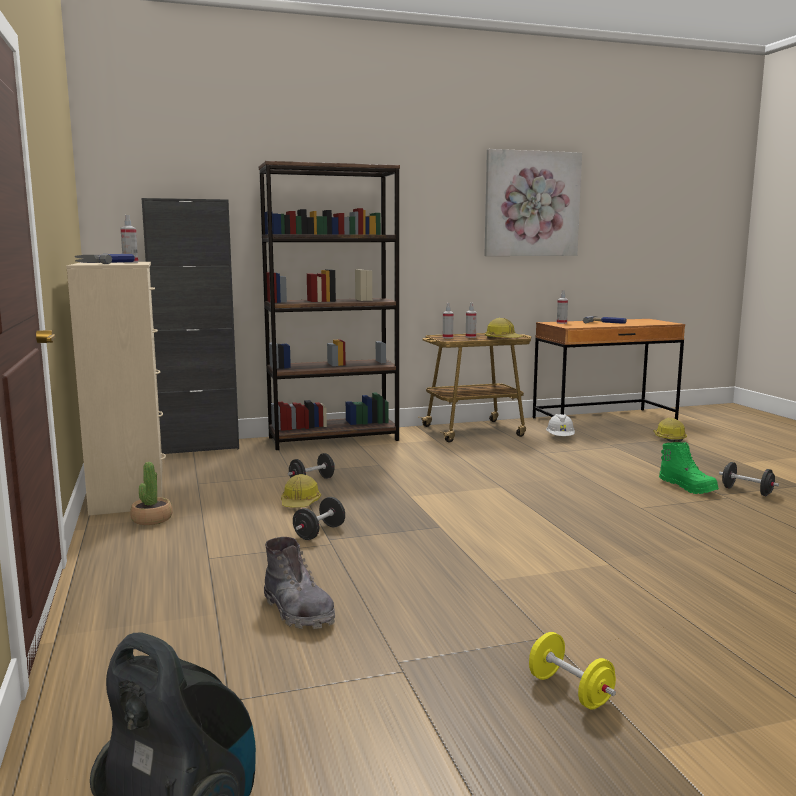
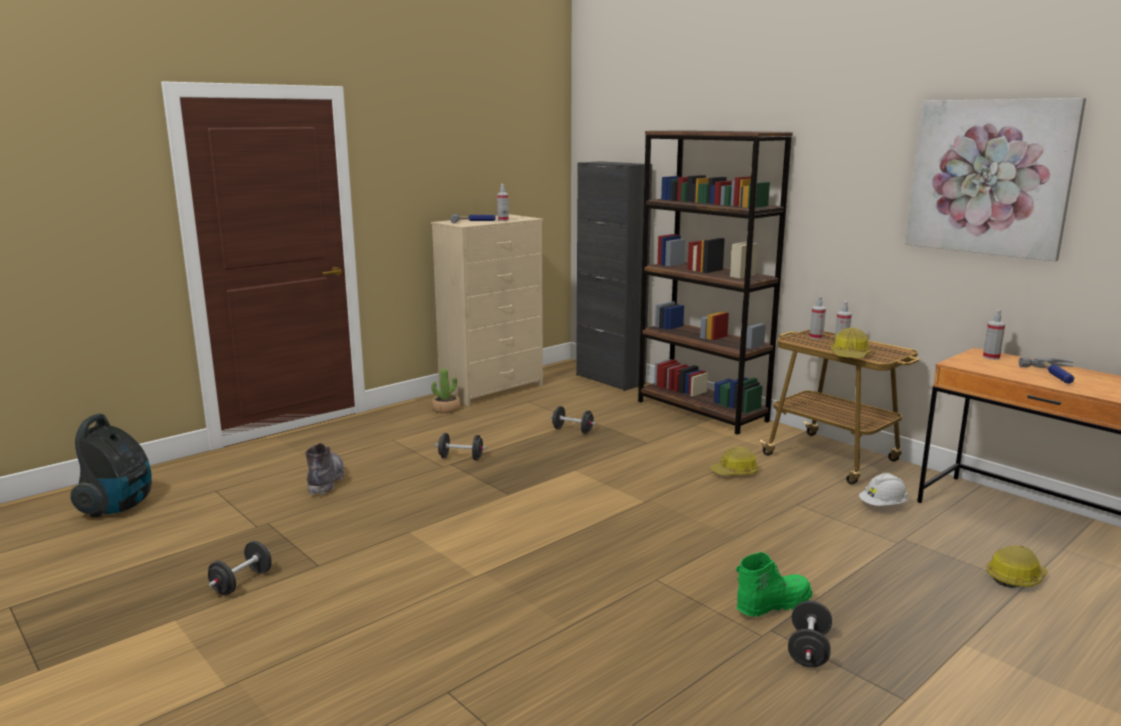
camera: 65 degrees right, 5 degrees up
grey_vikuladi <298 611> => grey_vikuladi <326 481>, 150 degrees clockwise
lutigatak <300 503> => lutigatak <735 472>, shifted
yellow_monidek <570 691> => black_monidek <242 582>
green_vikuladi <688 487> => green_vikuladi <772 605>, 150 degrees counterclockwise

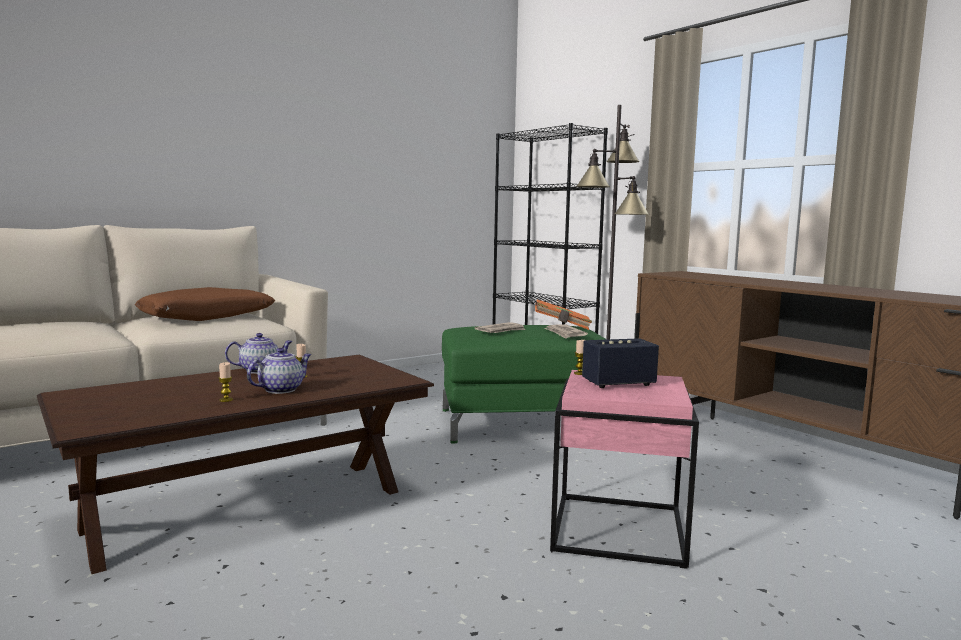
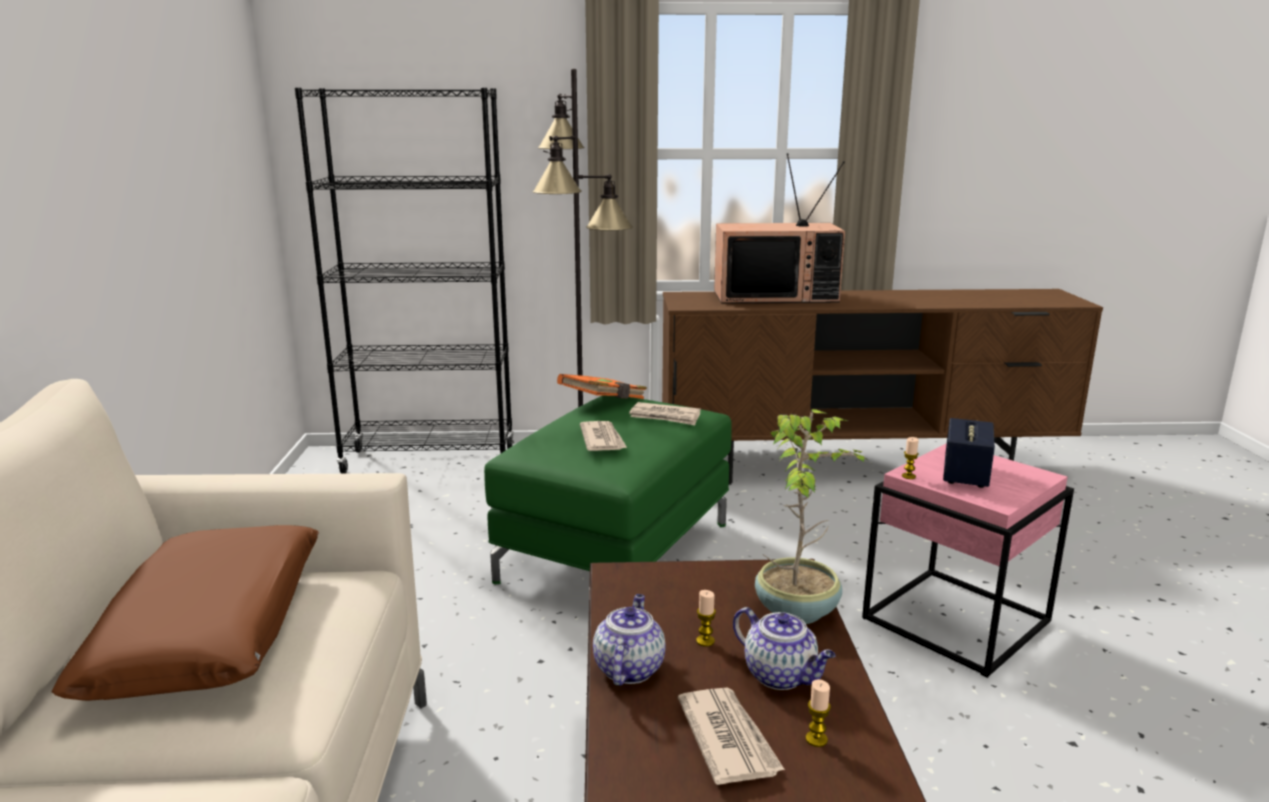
camera: 55 degrees left, 10 degrees up
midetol <281 389> => midetol <781 676>, 150 degrees clockwise
nothing => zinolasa <728 738>
nothing => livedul <776 296>
nothing => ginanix <798 610>

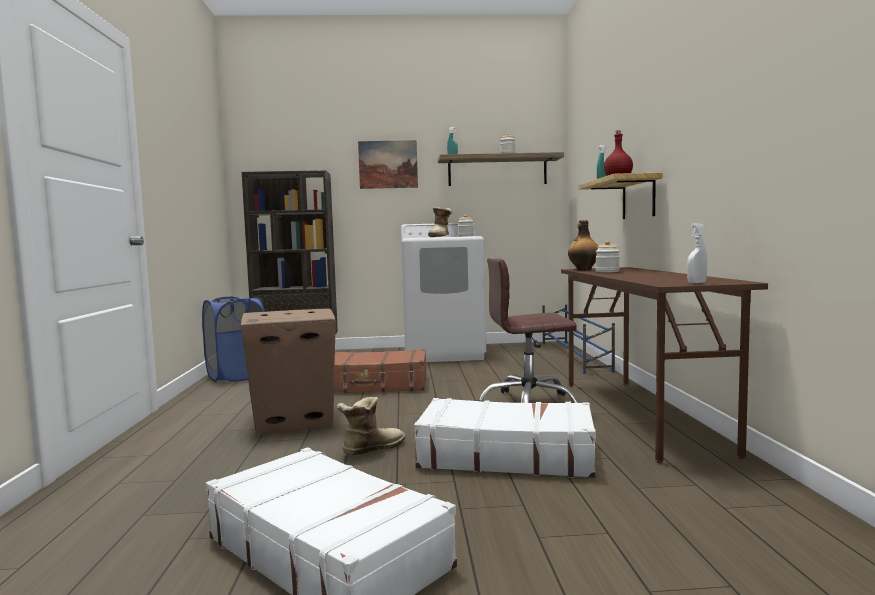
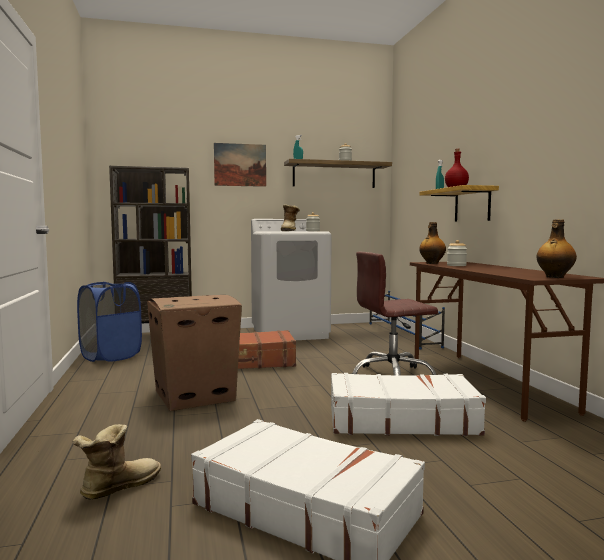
camera: 10 degrees left, 0 degrees up
vikuladi <370 449> => vikuladi <117 487>, shifted
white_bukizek <696 283> => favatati <554 277>

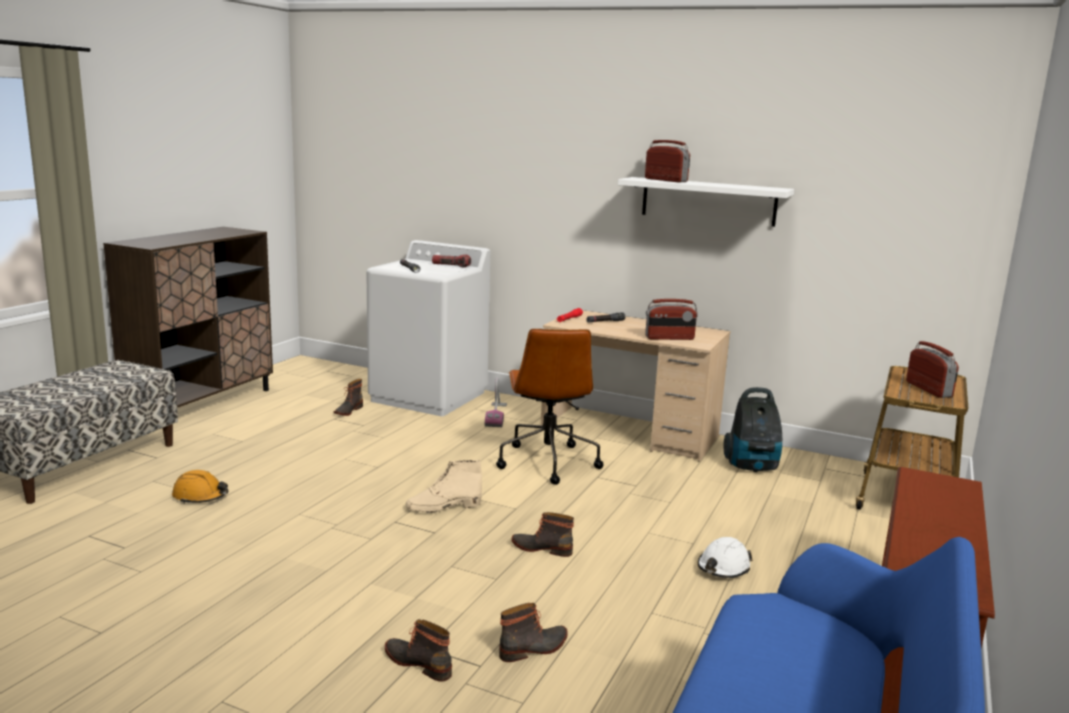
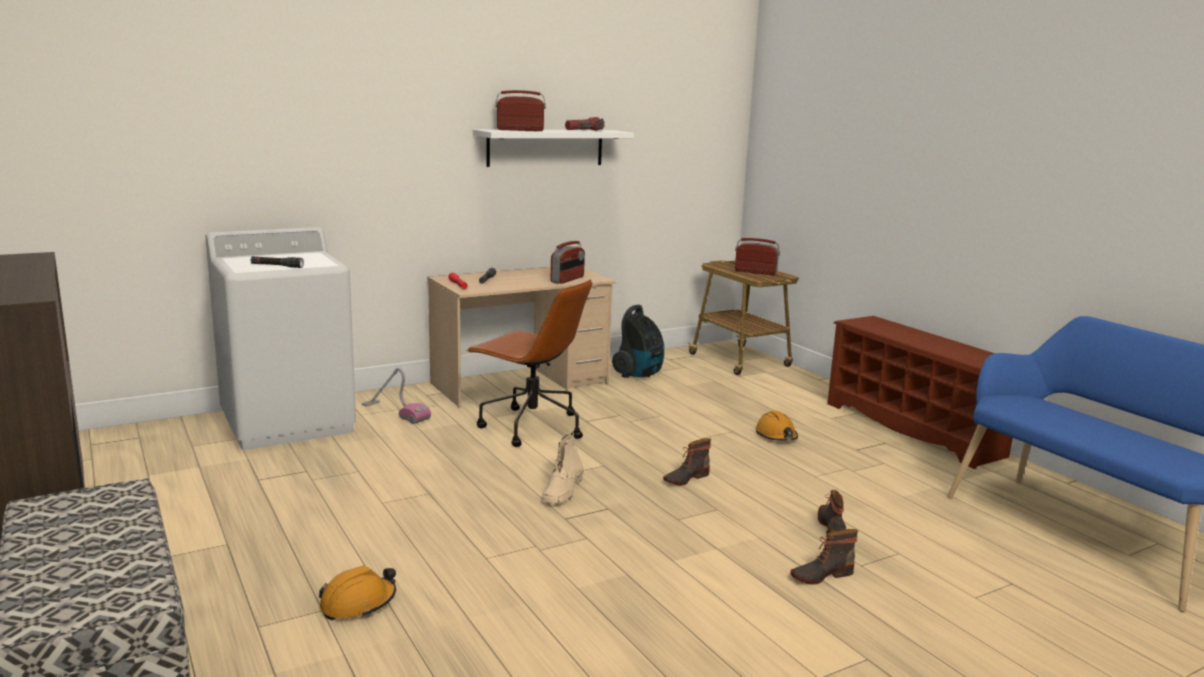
camera: 55 degrees left, 0 degrees up
vikuladi <348 411> => nothing
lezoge <451 266> => lezoge <584 130>, shifted
white_lutigatak <723 568> => orange_lutigatak <776 436>

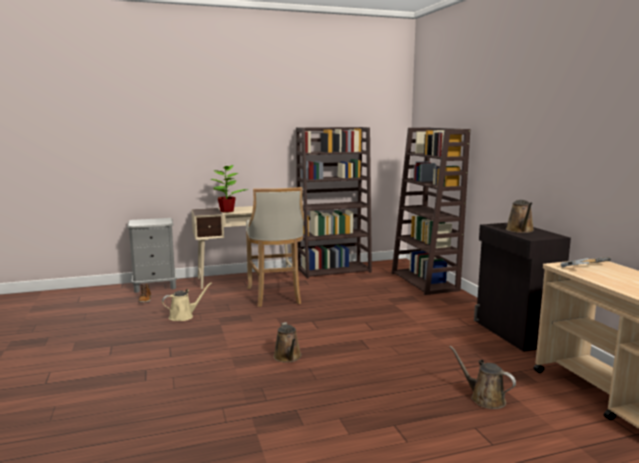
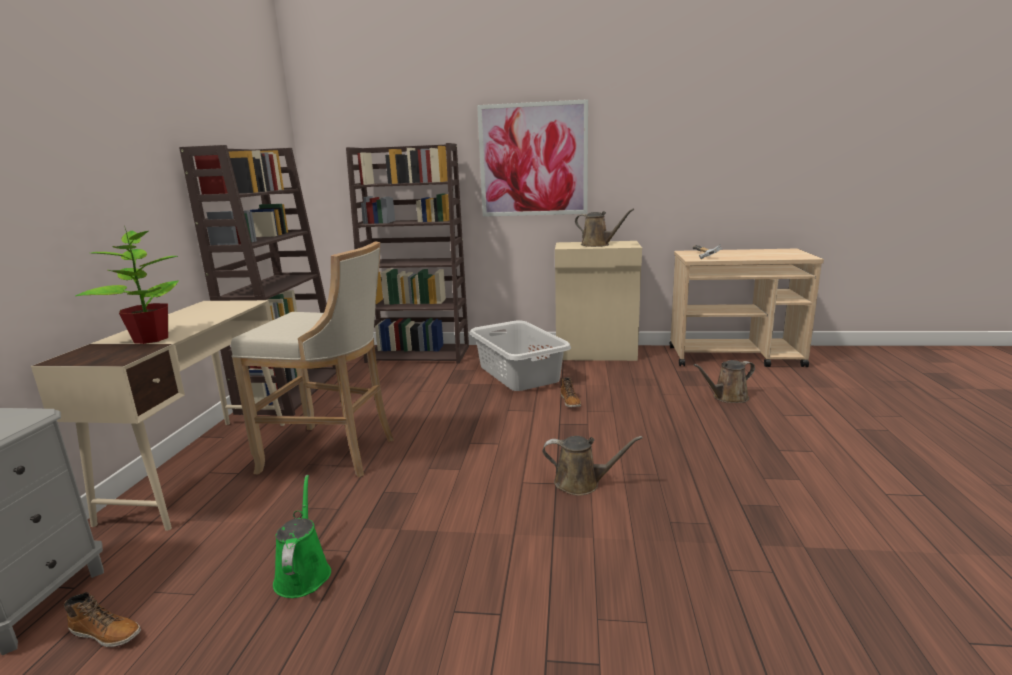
camera: 65 degrees left, 5 degrees up
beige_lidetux <183 316> => green_lidetux <303 573>
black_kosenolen <514 333> => beige_kosenolen <596 353>
nothing => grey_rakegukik <519 373>
nothing => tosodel <533 160>
nothing => vikuladi <570 402>

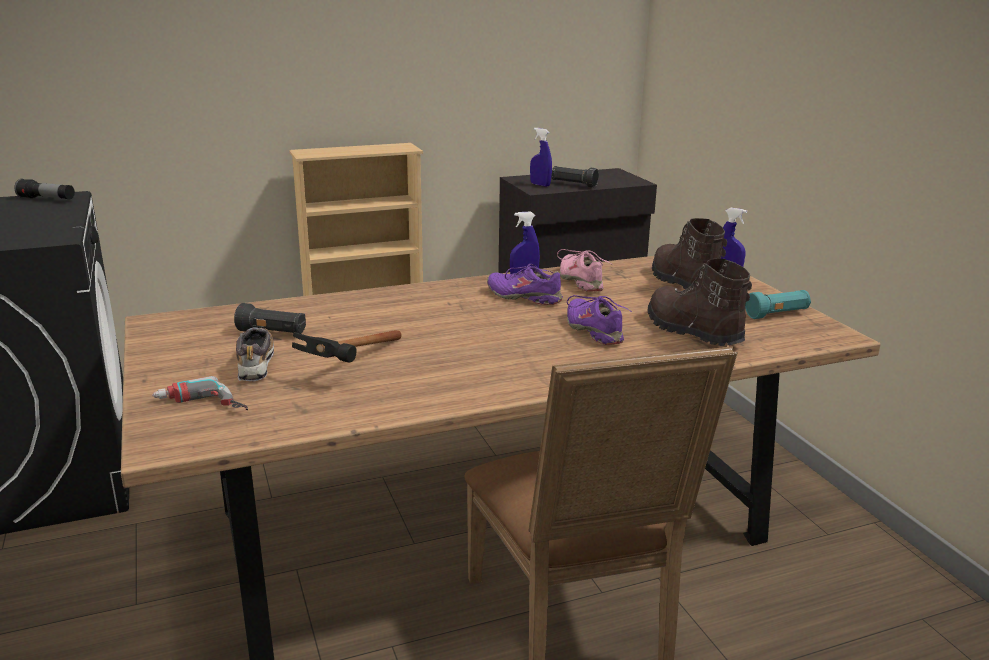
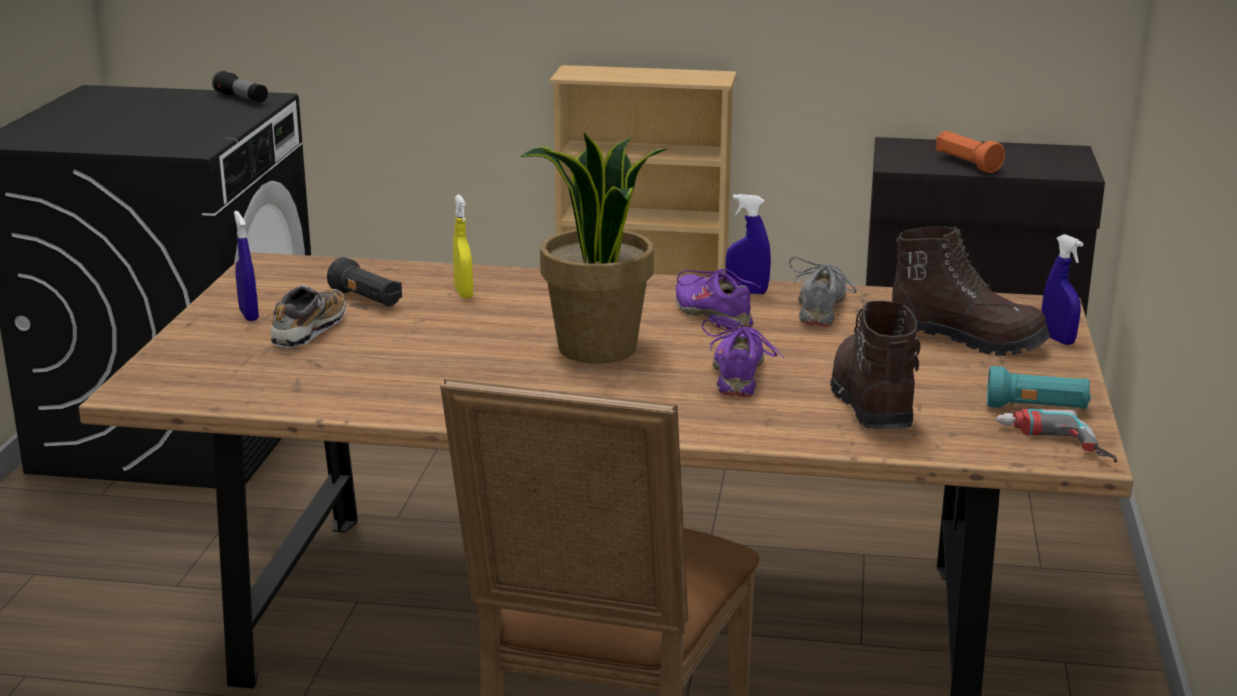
camera: 30 degrees right, 0 degrees up
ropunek <200 407> => ropunek <1053 446>, shifted
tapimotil <351 368> => nothing
blue_bukizek <540 185> => blue_bukizek <249 315>, shifted
black_lezoge <573 184> => orange_lezoge <967 164>
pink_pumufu <581 281> => grey_pumufu <823 308>
brown_vikuladi <683 283> => brown_vikuladi <967 338>, 105 degrees clockwise
nothing => yellow_bukizek <463 293>
nothing => ginanix <597 349>

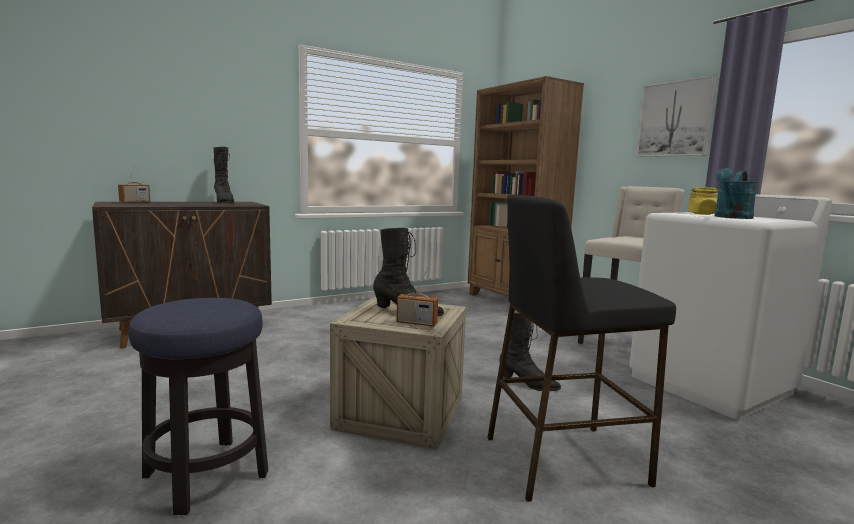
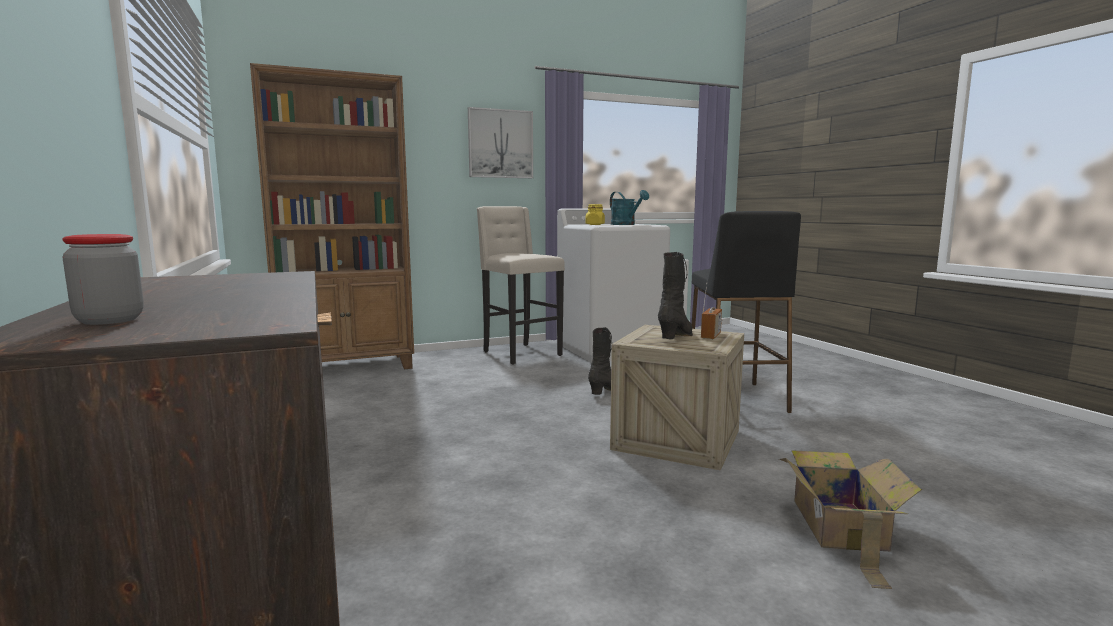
camera: 80 degrees left, 0 degrees up
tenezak <135 202> => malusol <109 320>
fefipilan <206 475> => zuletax <839 527>
black_vikuladi <224 202> => nothing

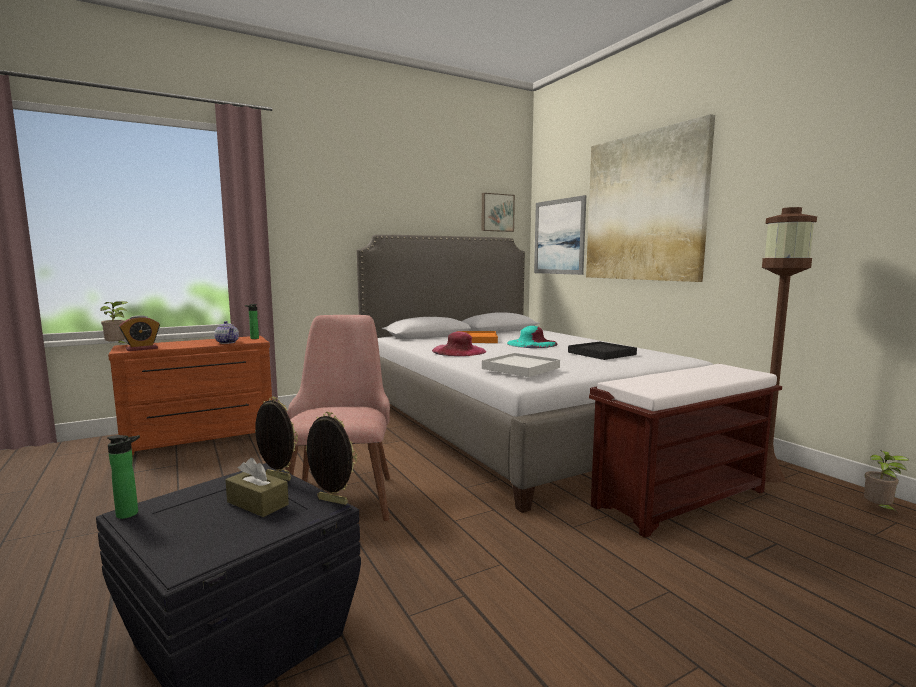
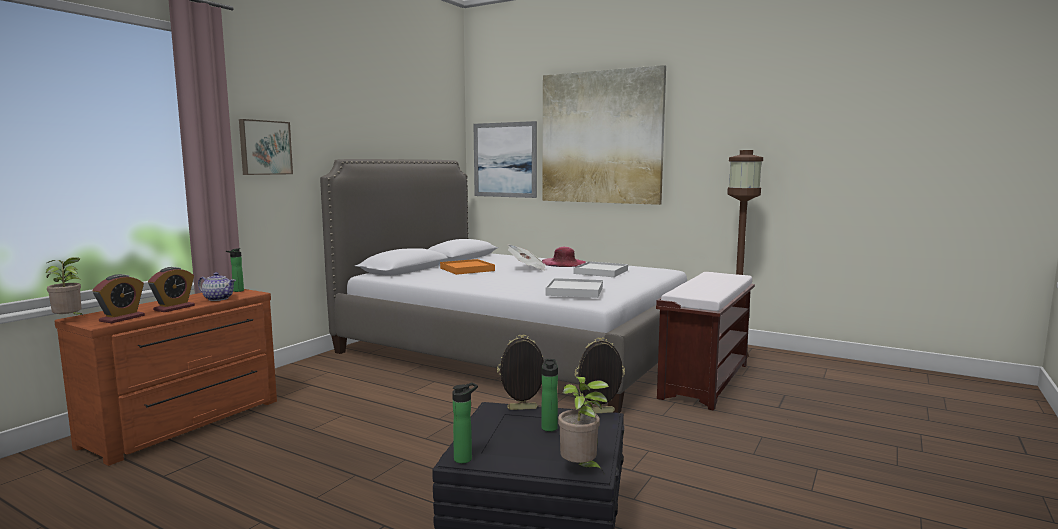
camera: 30 degrees left, 0 degrees up
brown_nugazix <257 503> => favatati <549 427>
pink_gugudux <342 491> => nothing
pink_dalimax <459 351> => pink_dalimax <563 263>, shifted
tosodel <496 212> => tosodel <264 147>, shifted
turquoise_dalimax <532 343> => zinolasa <527 268>
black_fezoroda <601 353> => white_fezoroda <601 272>
ginanix <879 509> => ginanix <580 470>, shifted
nothing => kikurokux <174 308>

